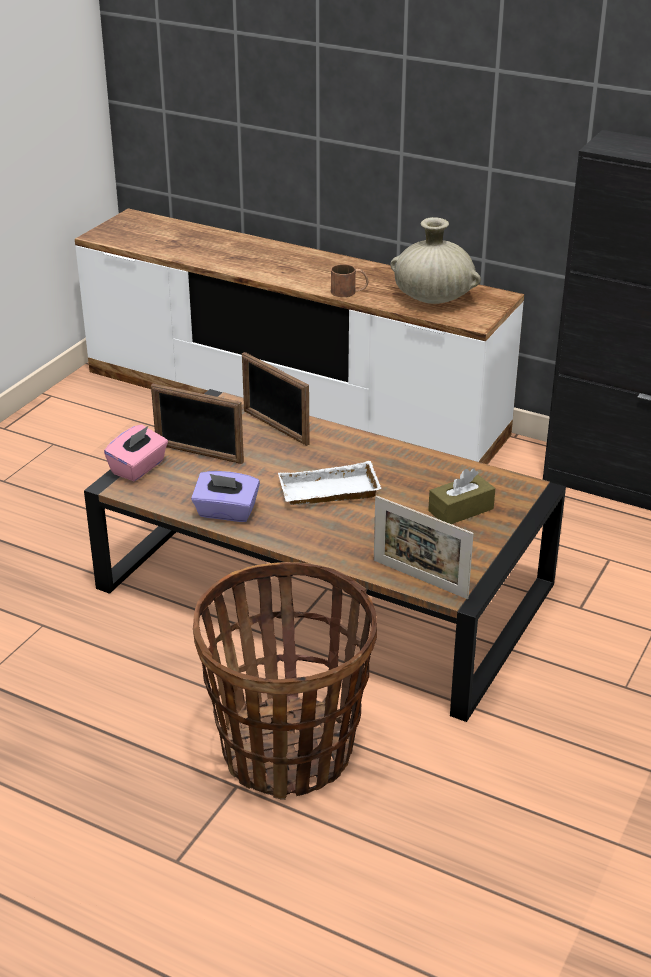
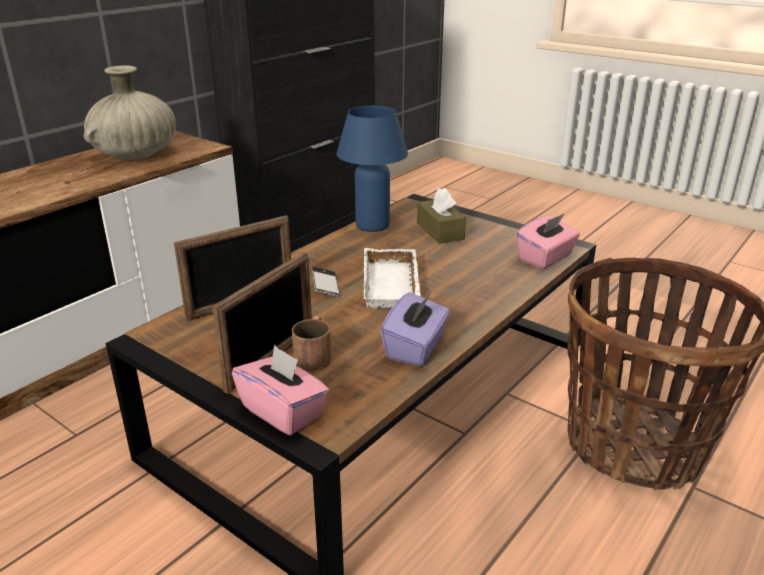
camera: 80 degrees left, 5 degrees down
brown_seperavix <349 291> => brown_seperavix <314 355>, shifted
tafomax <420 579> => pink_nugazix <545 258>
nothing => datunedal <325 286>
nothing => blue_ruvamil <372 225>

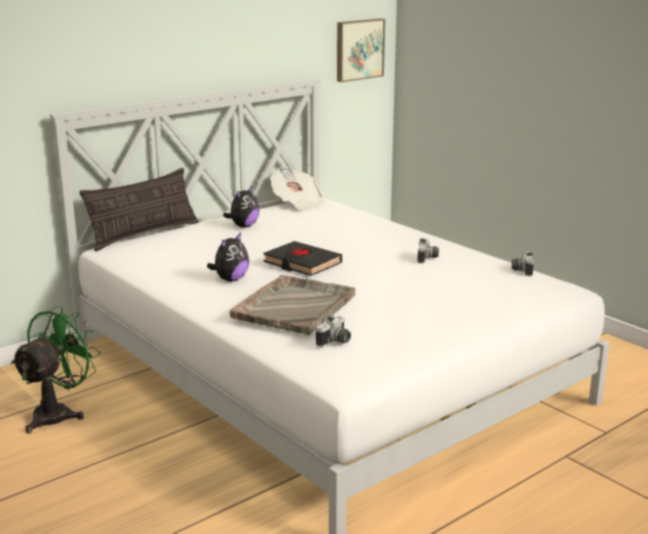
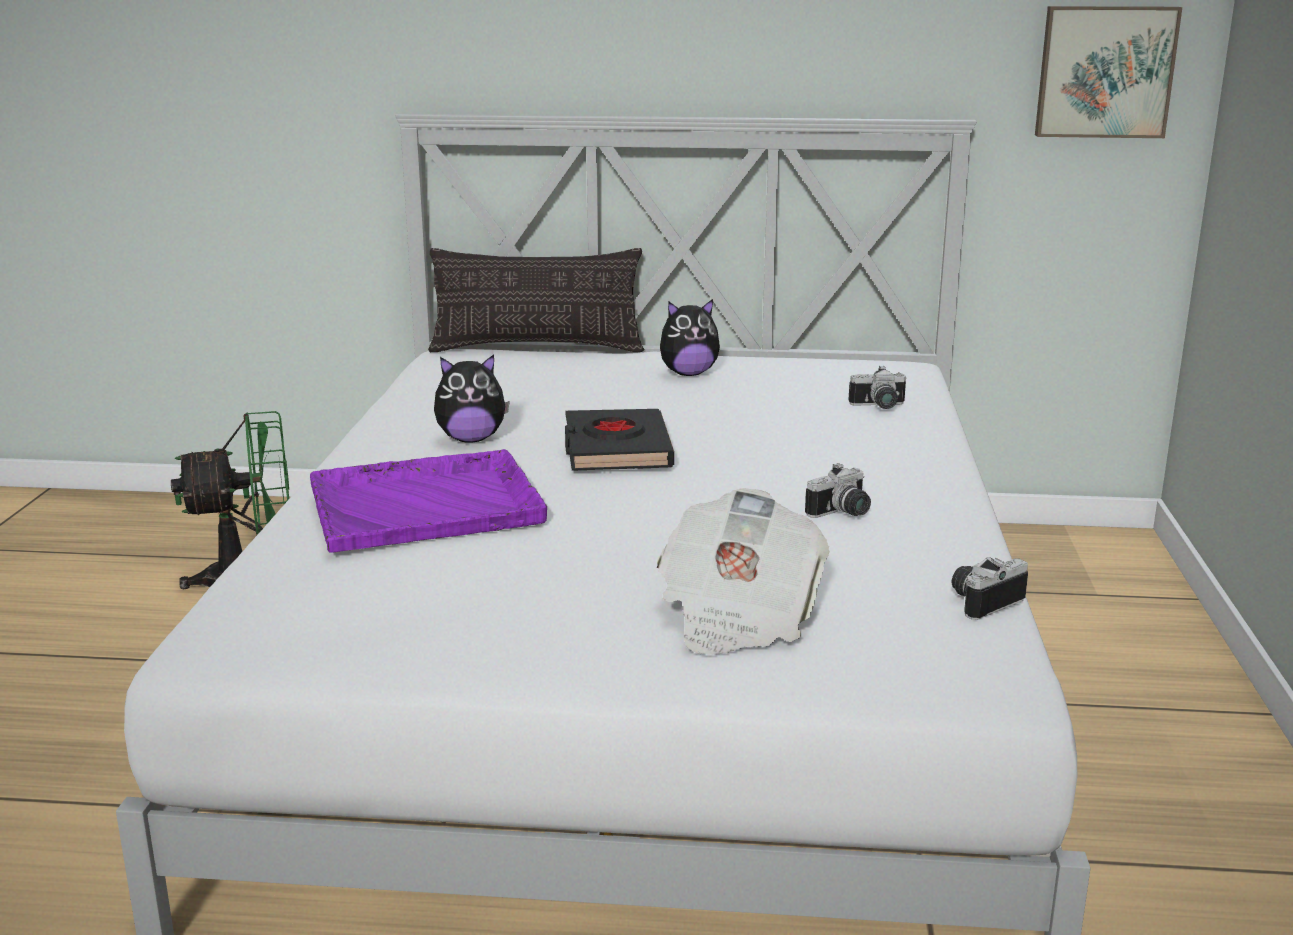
camera: 45 degrees right, 0 degrees up
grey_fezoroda <295 306> => purple_fezoroda <428 504>
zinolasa <297 203> => zinolasa <737 615>, shifted
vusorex <336 342> => vusorex <879 406>, shifted

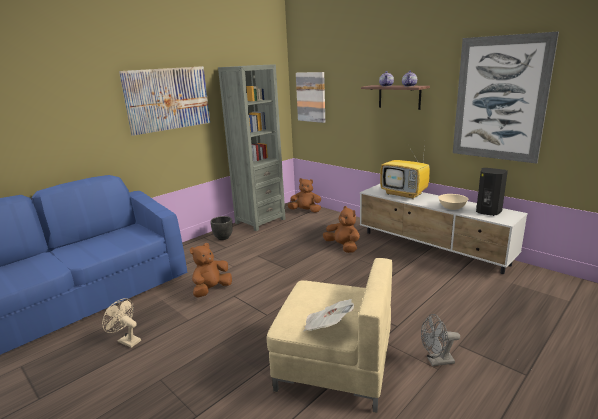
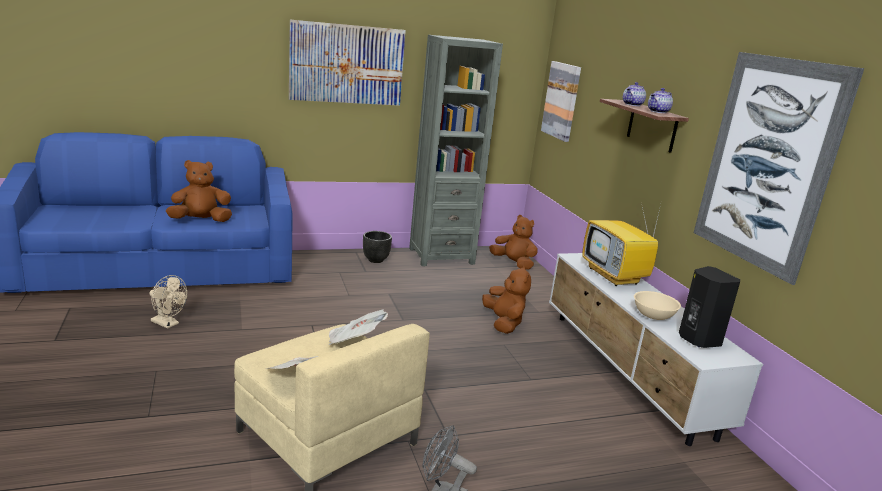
camera: 25 degrees right, 0 degrees up
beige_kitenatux <126 340> => beige_kitenatux <168 324>, 150 degrees clockwise
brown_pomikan <211 290> => brown_pomikan <201 221>, shifted
nothing => zinolasa <354 341>

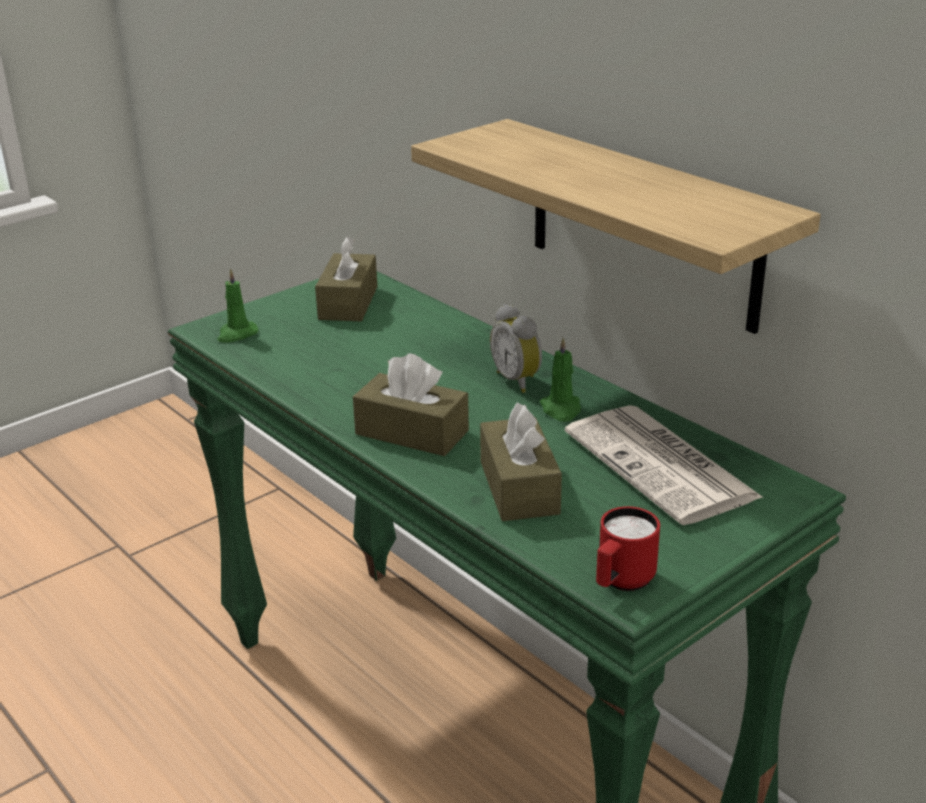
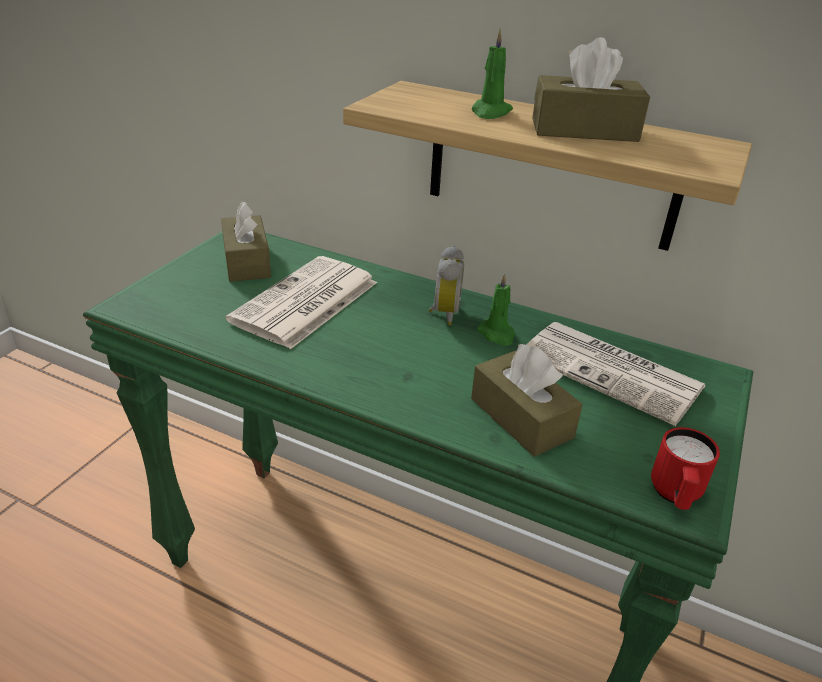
camera: 25 degrees left, 5 degrees up
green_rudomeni <237 334> => green_rudomeni <490 112>, shifted
brown_nugazix <412 432> => brown_nugazix <584 130>, shifted
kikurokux <518 380> => kikurokux <443 313>, 120 degrees counterclockwise
nothing => zinolasa <305 303>

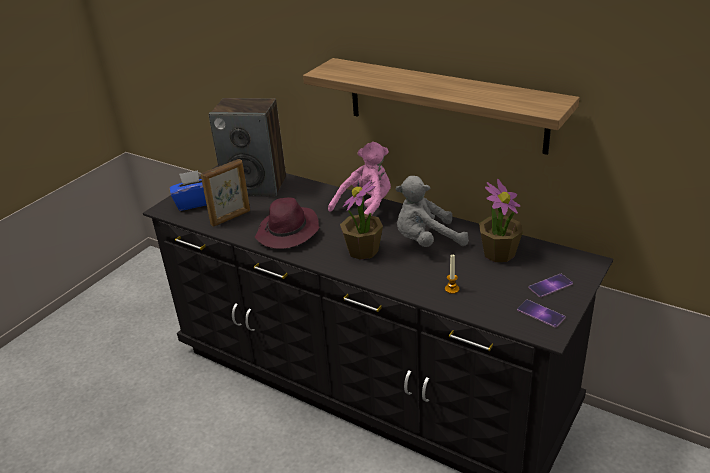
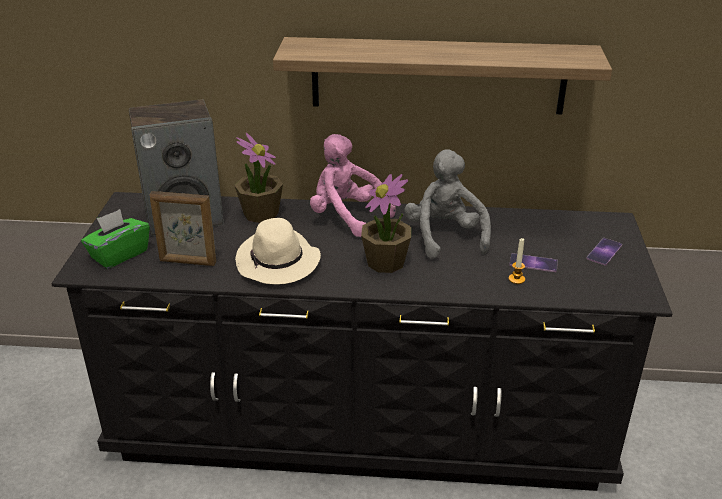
camera: 30 degrees left, 0 degrees up
blue_nugazix <195 203> => green_nugazix <119 254>
tafomax <231 218> => tafomax <187 262>, 75 degrees clockwise
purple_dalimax <288 232> => beige_dalimax <278 263>
pink_pomikan <366 209> => pink_pomikan <346 216>, 75 degrees counterclockwise
grey_pomikan <426 241> => grey_pomikan <445 236>, 120 degrees clockwise
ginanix <498 253> => ginanix <260 214>, shifted
datunedal <540 313> => datunedal <533 263>, shifted

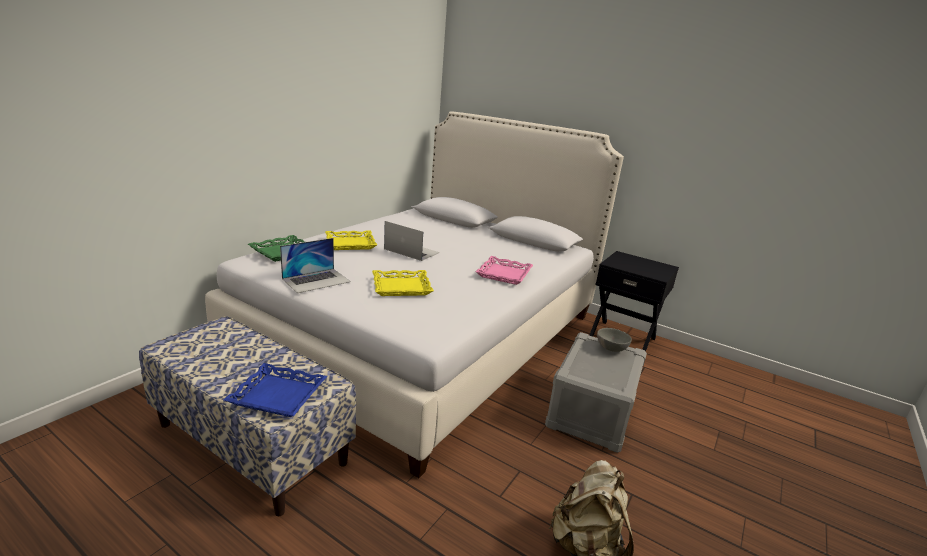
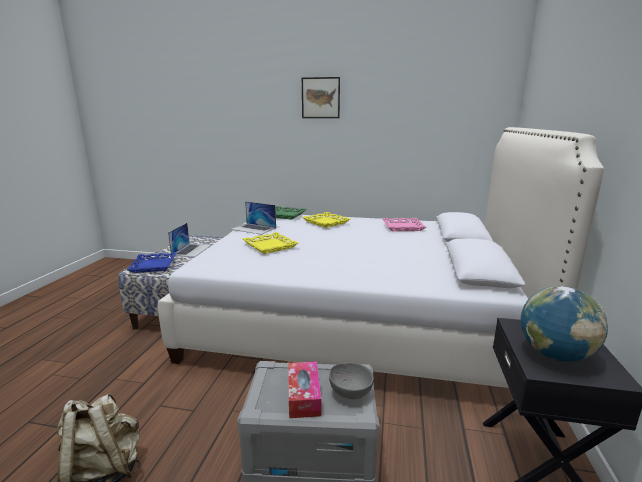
camera: 70 degrees right, 5 degrees down
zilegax <411 251> => zilegax <191 250>, shifted
pink_fezoroda <503 274> => pink_fezoroda <402 227>, shifted
nothing => nugazix <304 396>
nothing => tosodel <320 98>
nothing => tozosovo <554 355>

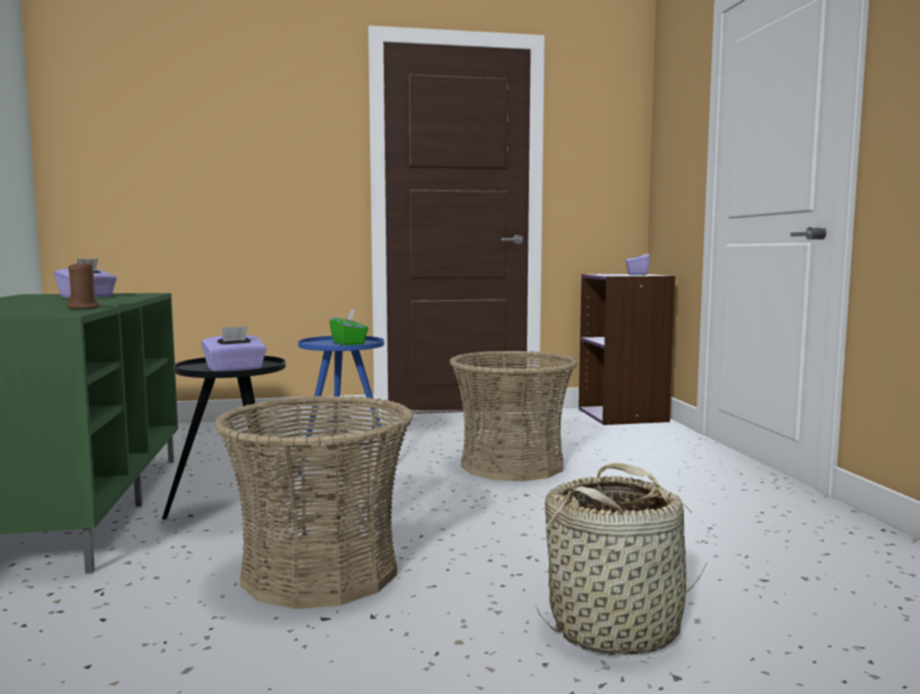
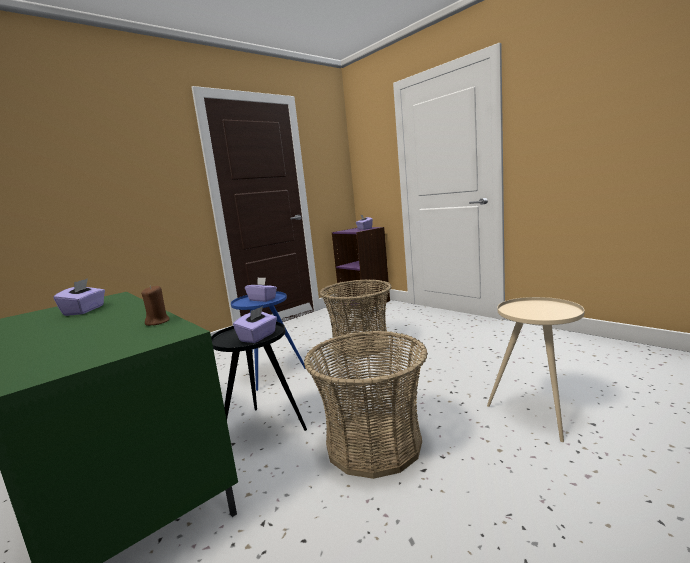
camera: 30 degrees left, 5 degrees up
green_nugazix <349 343> => purple_nugazix <262 299>
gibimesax <616 626> => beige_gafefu <538 411>

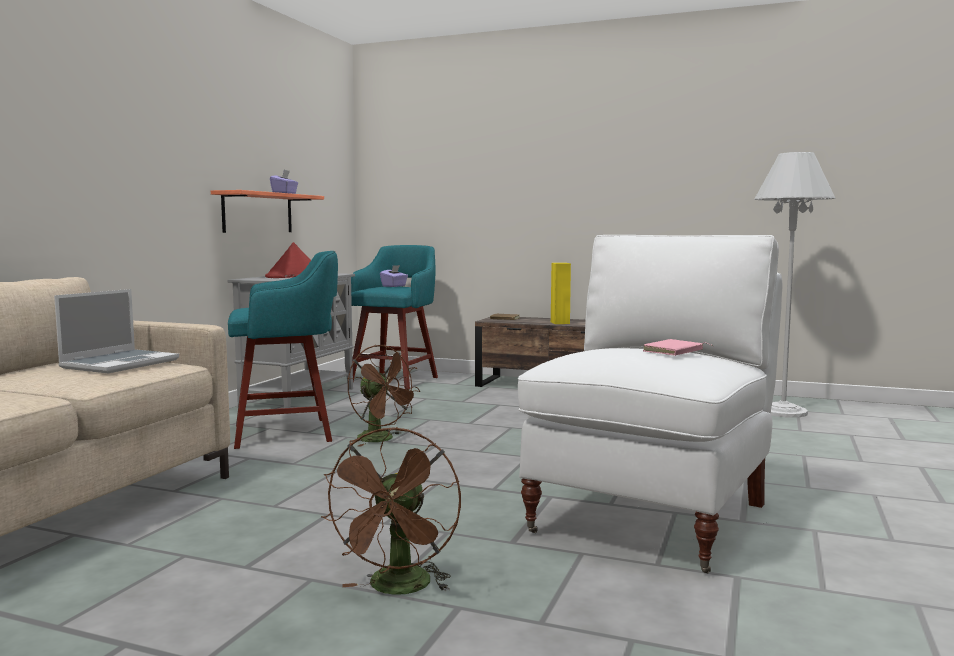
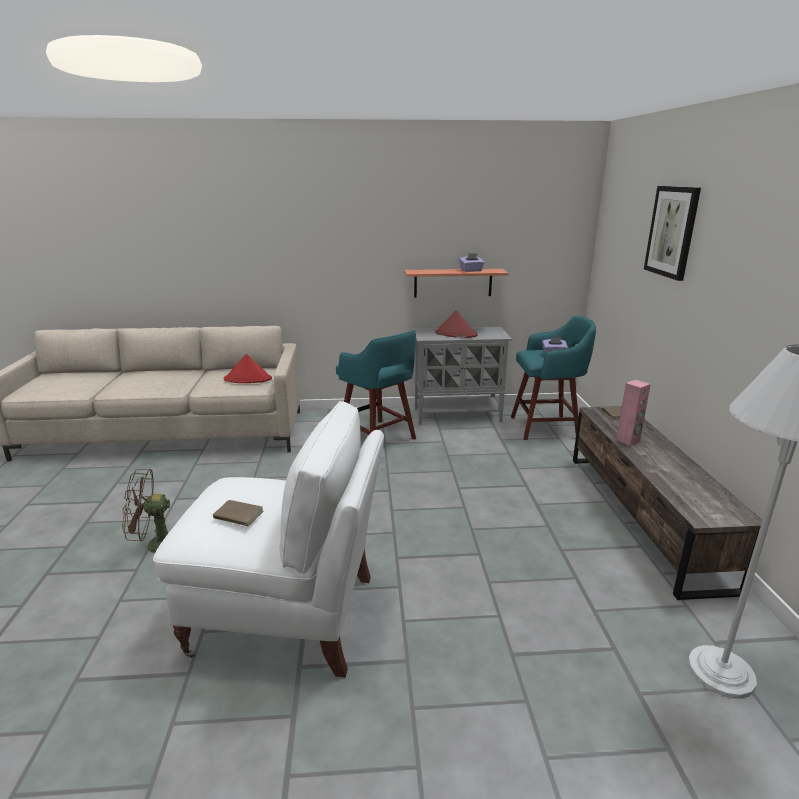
camera: 65 degrees right, 15 degrees up
zilegax <120 363> => red_dalimax <248 379>
brown_kitenatux <382 439> => nothing
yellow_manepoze <560 323> => pink_manepoze <628 440>
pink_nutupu <674 351> => brown_nutupu <237 516>
nothing => tosodel <672 232>

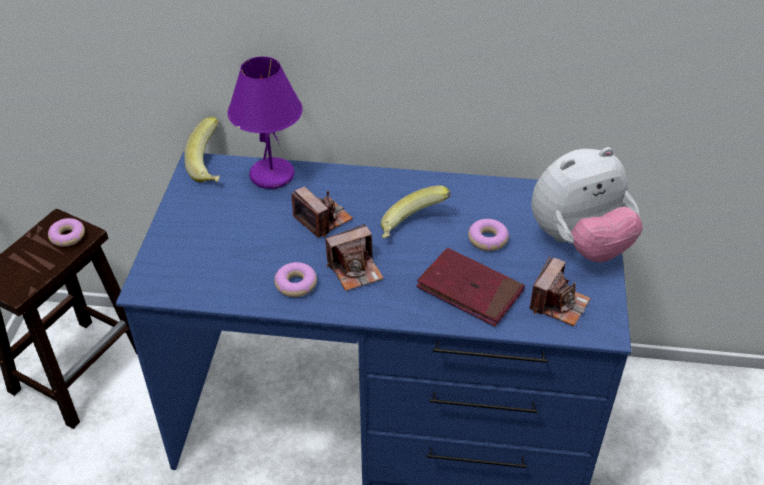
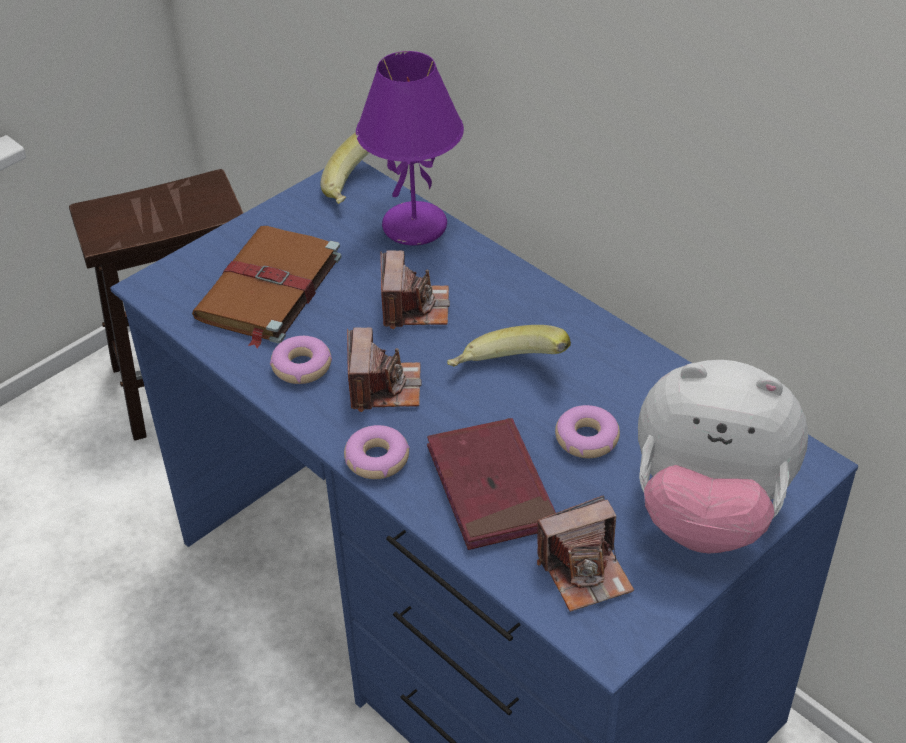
camera: 40 degrees right, 0 degrees up
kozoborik <67 236> => kozoborik <377 459>, shifted
vusorex <355 270> => vusorex <384 387>, 105 degrees counterclockwise
nothing => brown_nutupu <268 289>

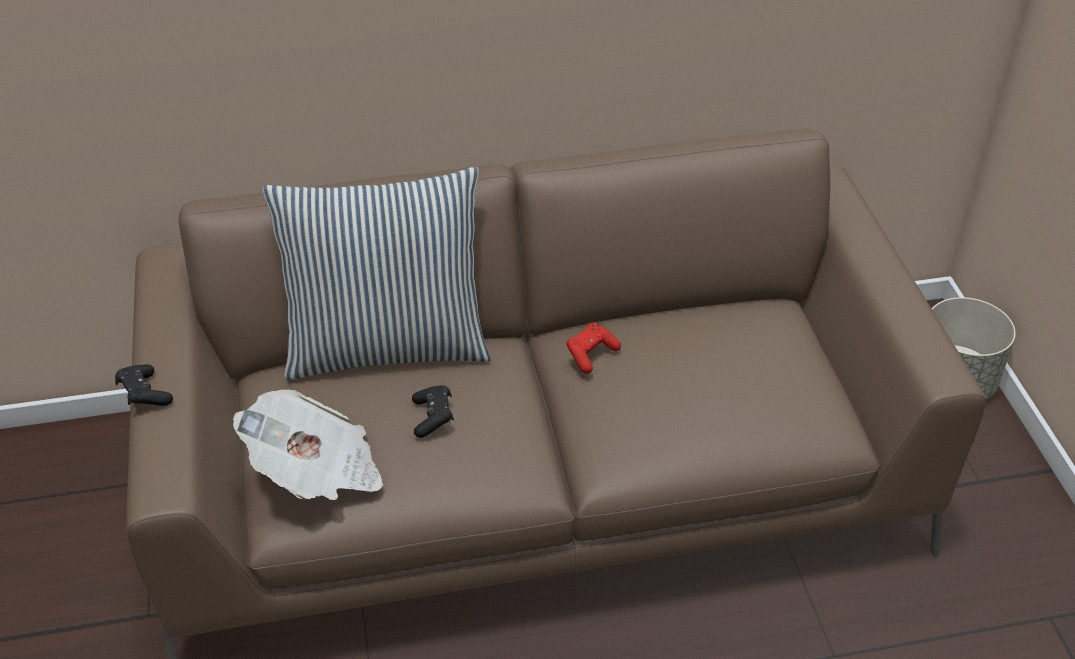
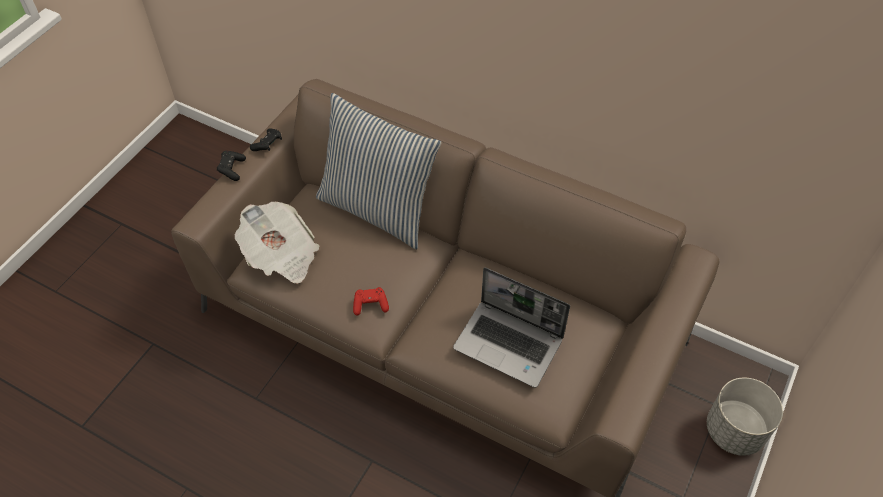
camera: 40 degrees right, 10 degrees up
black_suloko <433 417> => black_suloko <268 145>, shifted
red_suloko <591 354> => red_suloko <370 305>, shifted
nothing => zilegax <510 344>

